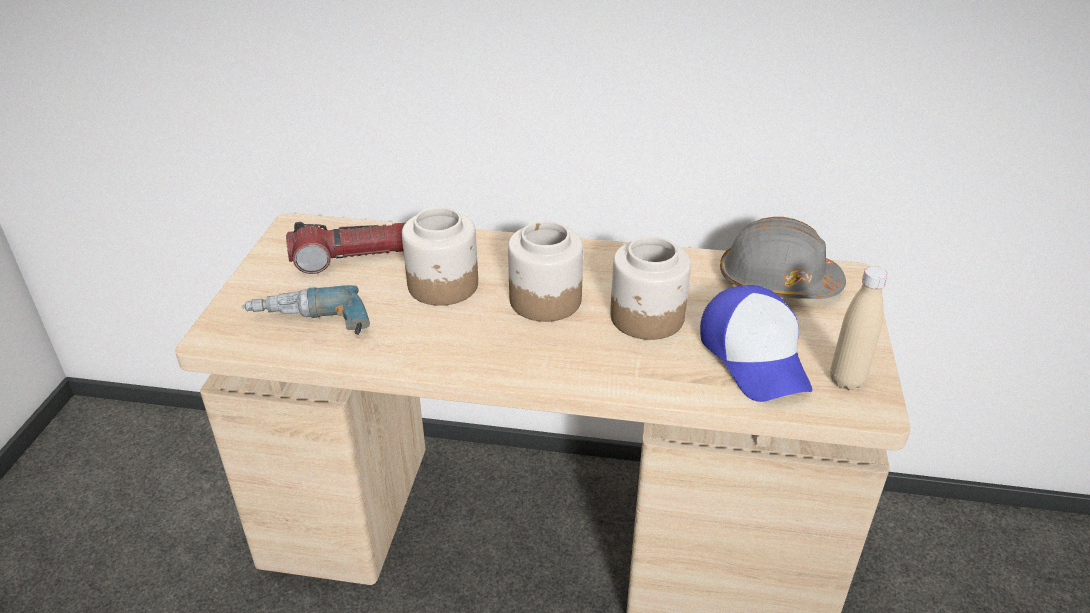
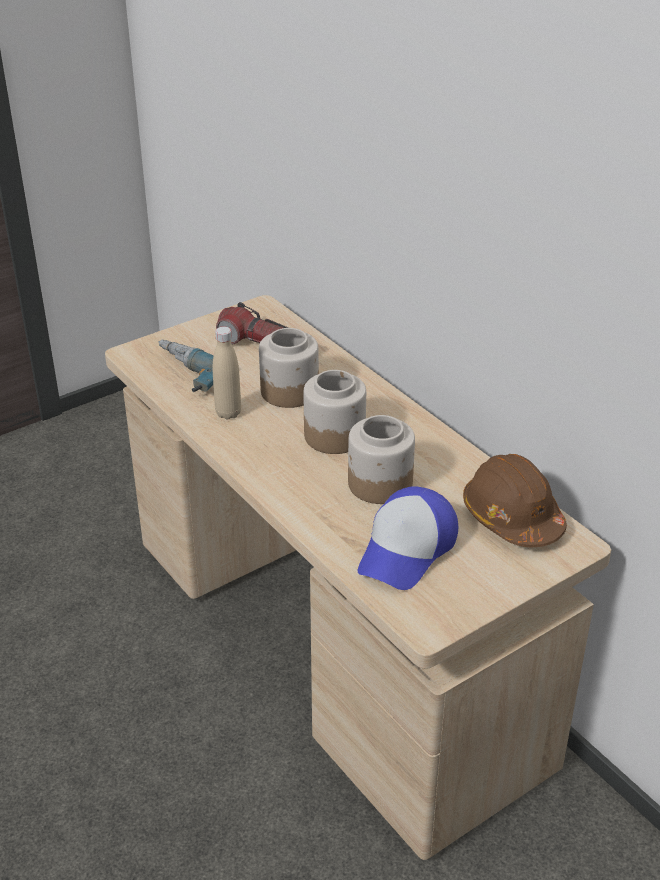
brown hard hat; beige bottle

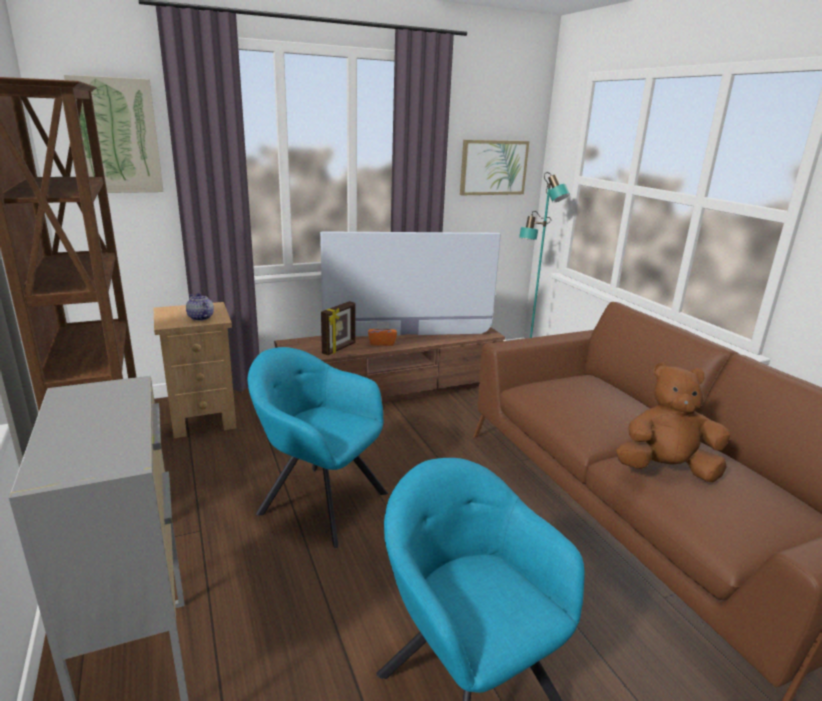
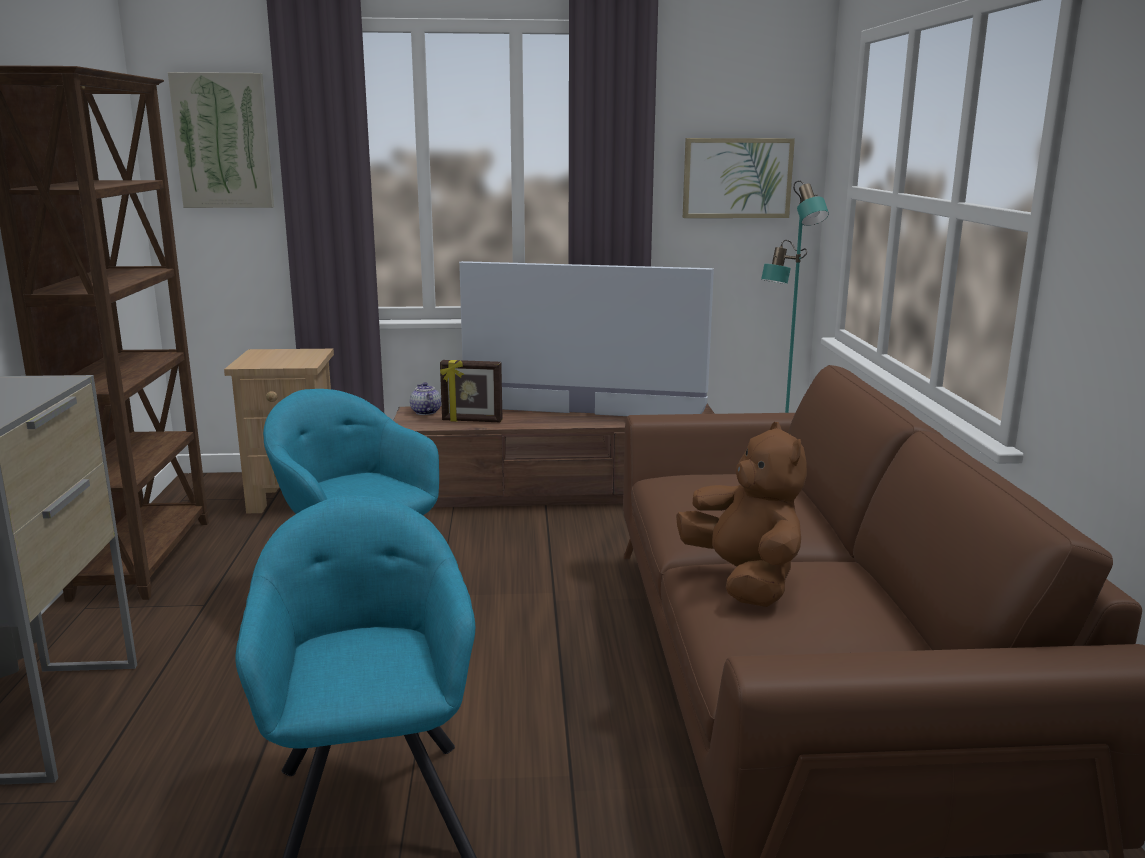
teapot; picture frame; orange tissue box; brown plush toy

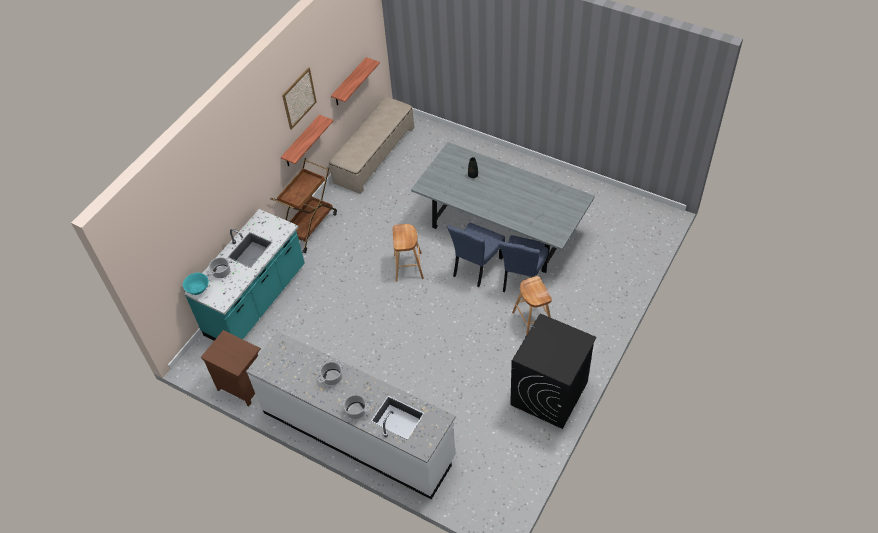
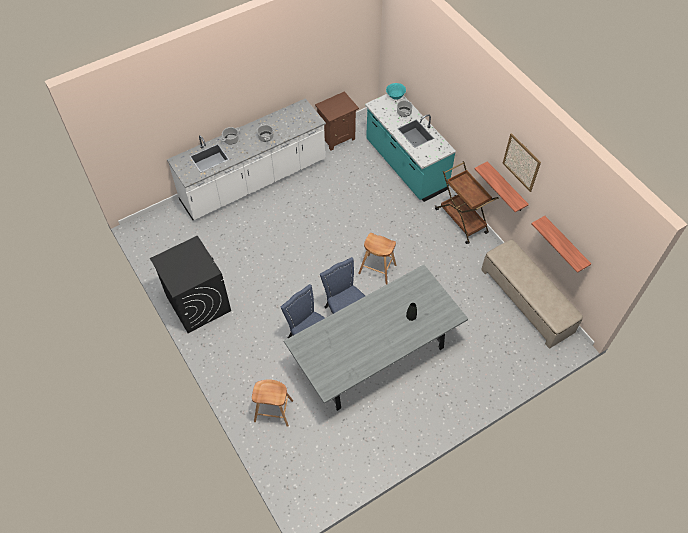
brown stool (1st from left)

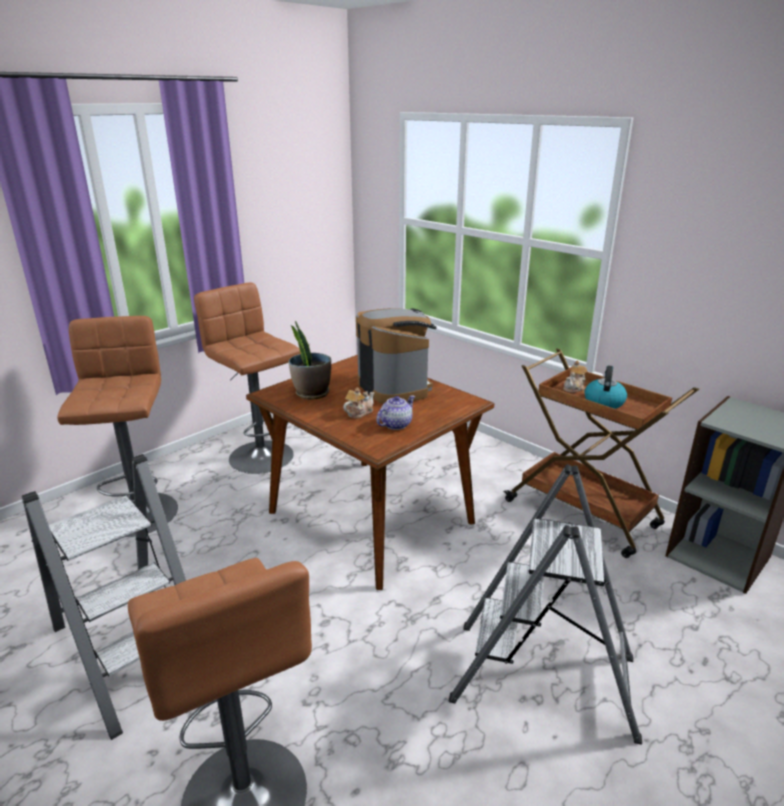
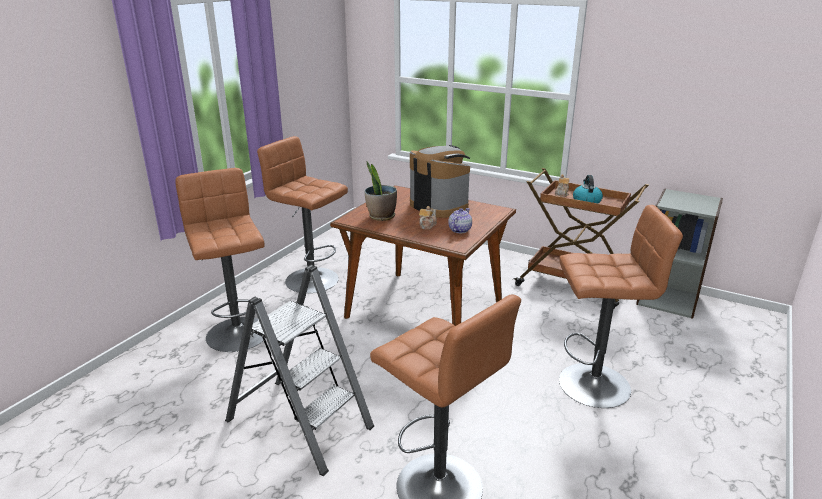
brown stool (4th from left)

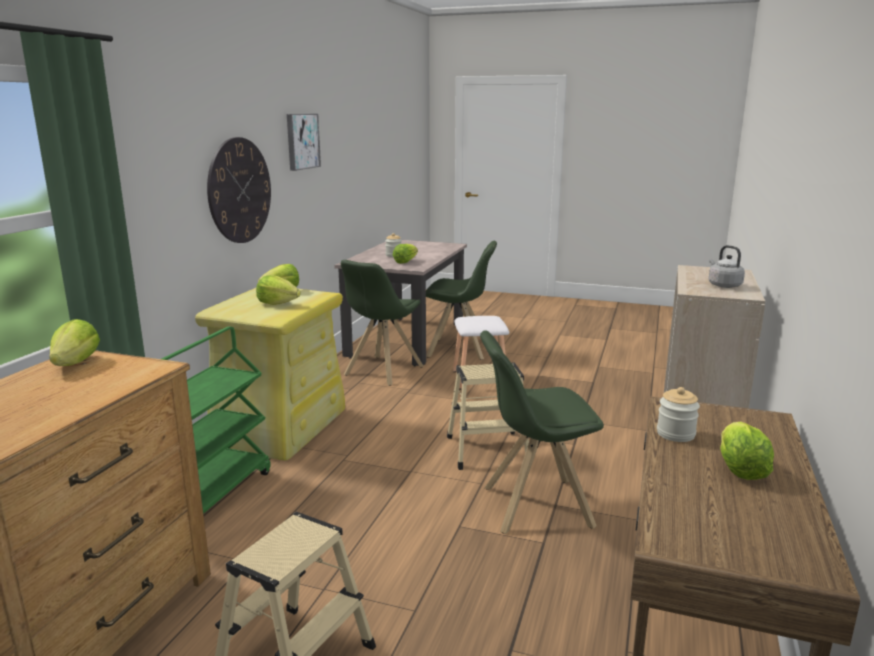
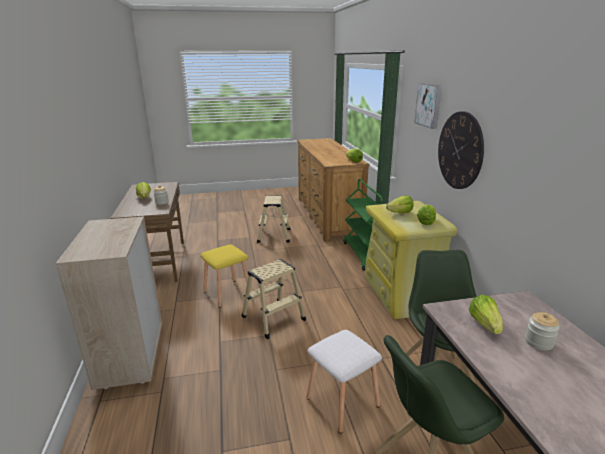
picture; yellow stool; grey kettle

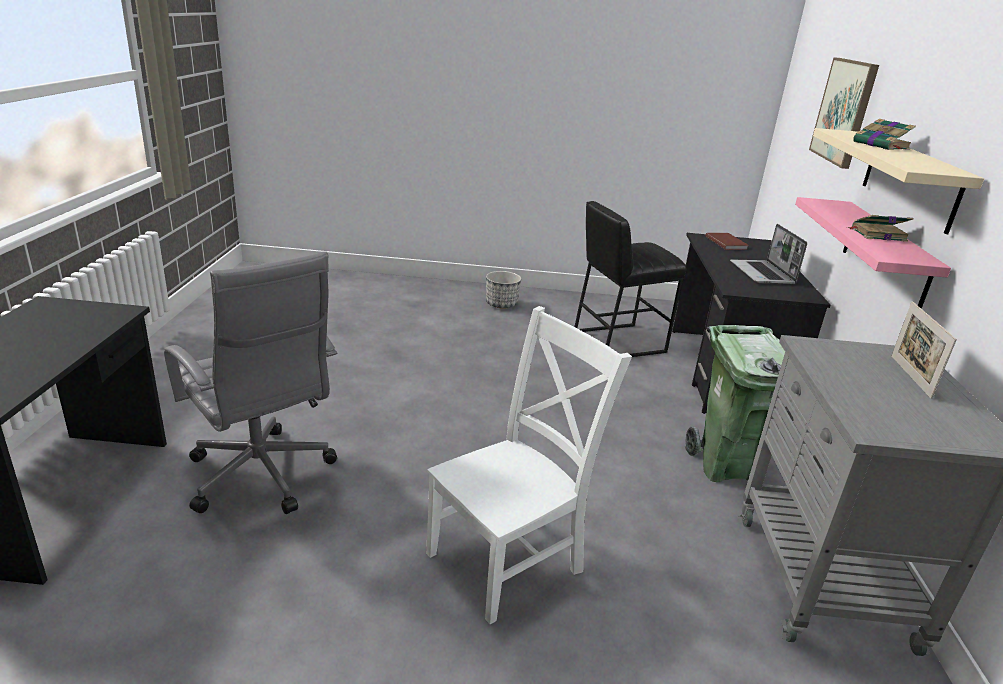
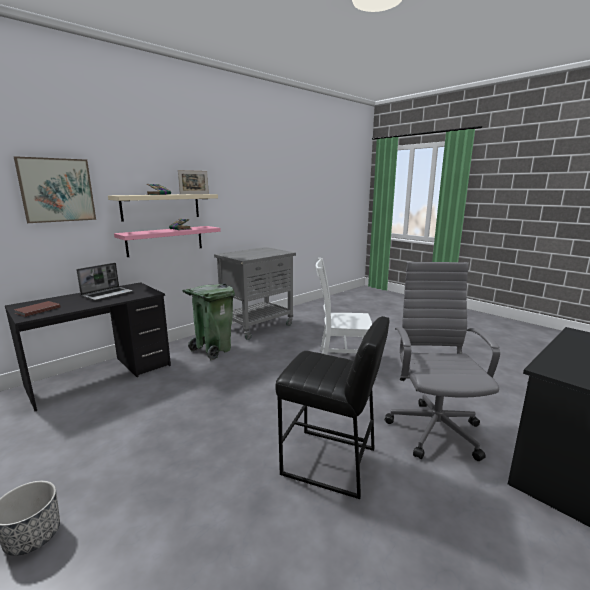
black stool; picture frame

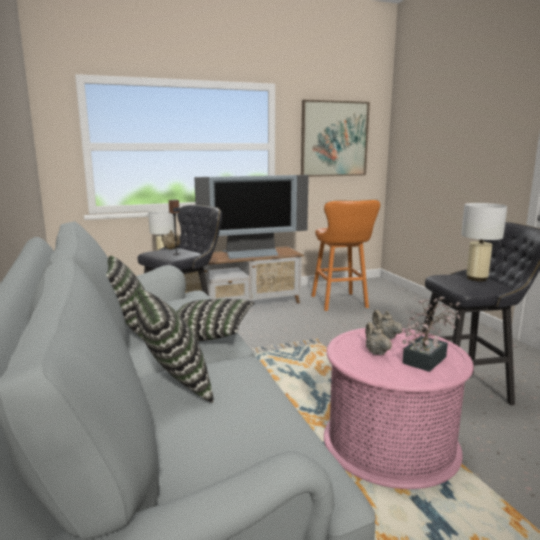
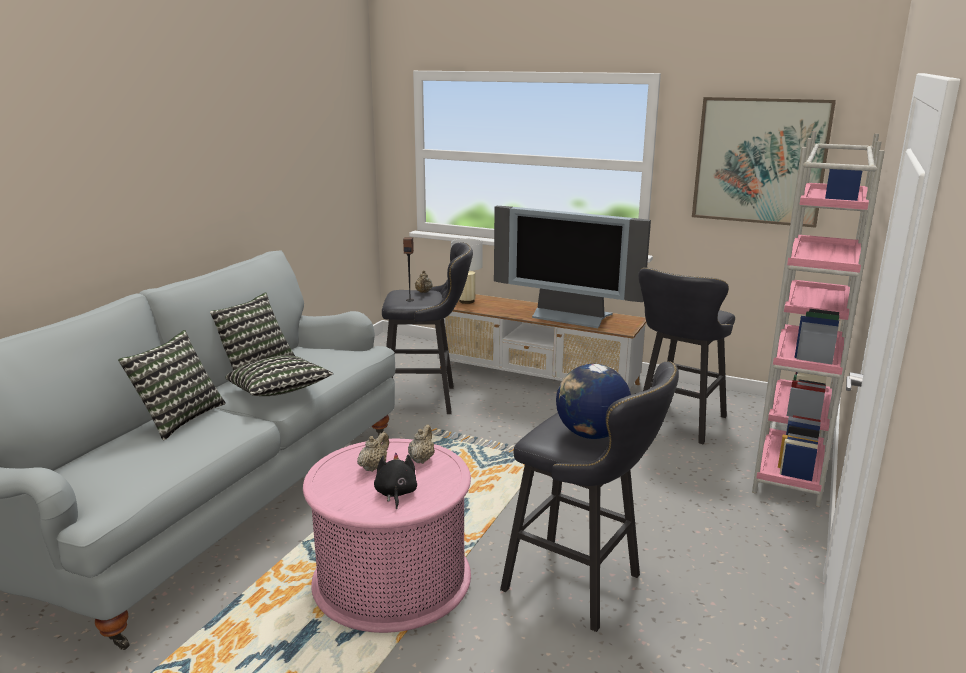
black stool (3rd from left); black plush toy; globe; pink bookcase

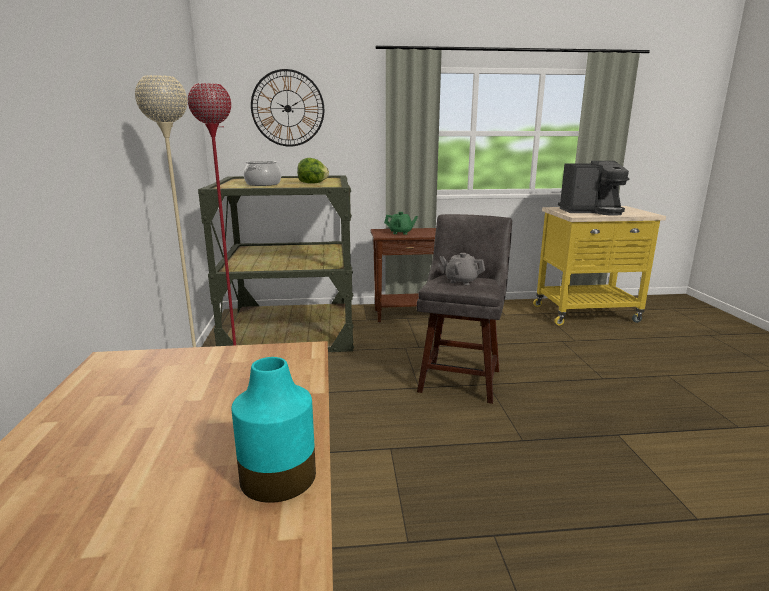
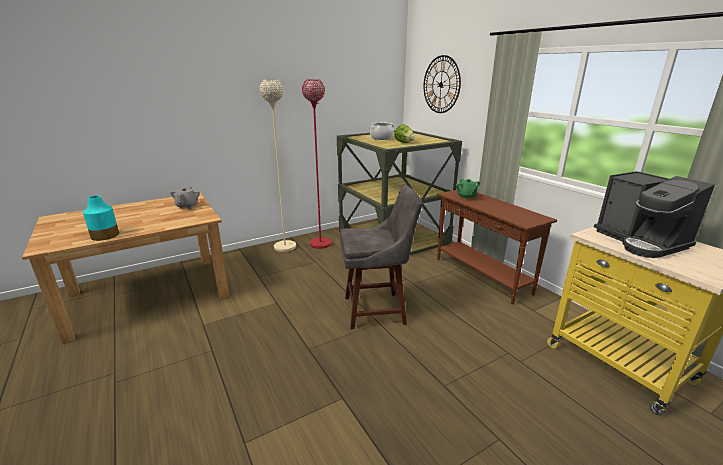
grey teapot

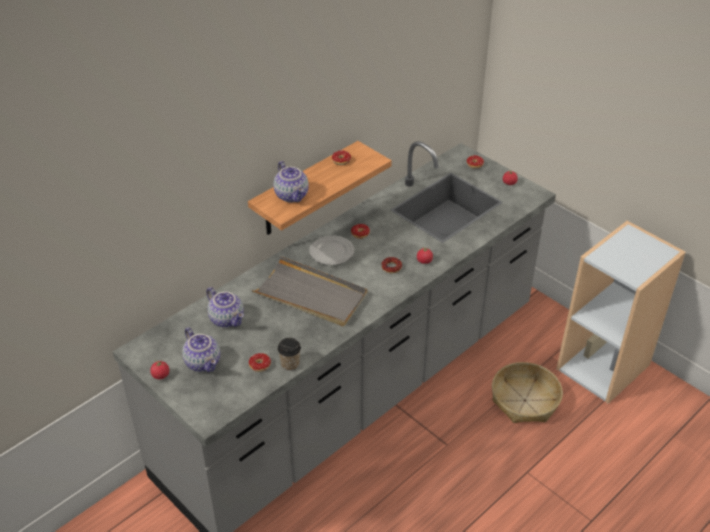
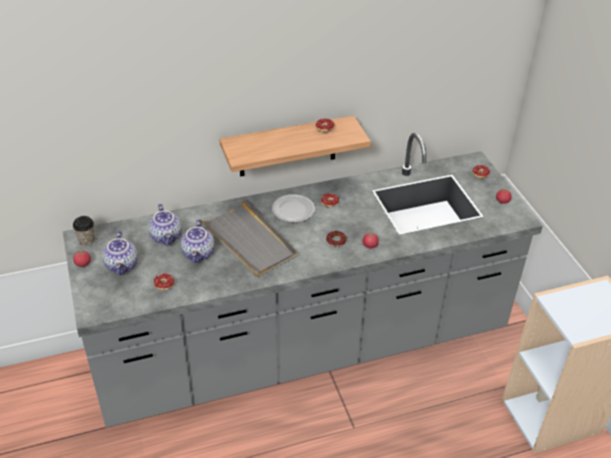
teapot (3rd from left); cup; basket

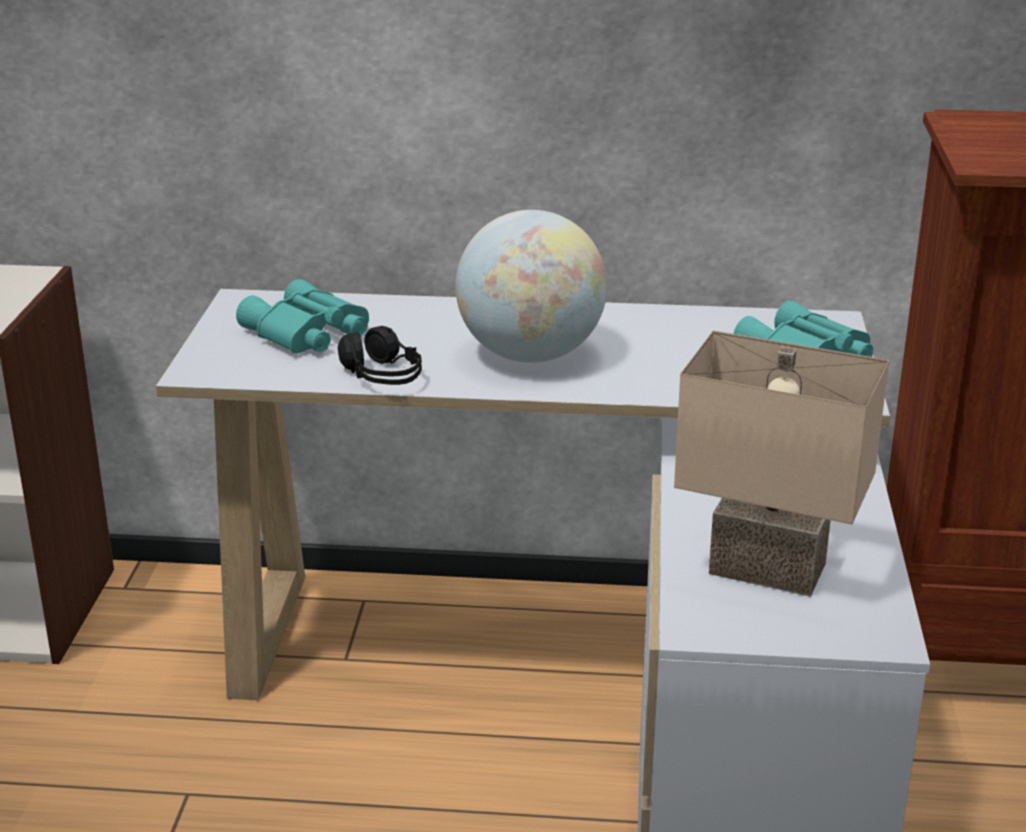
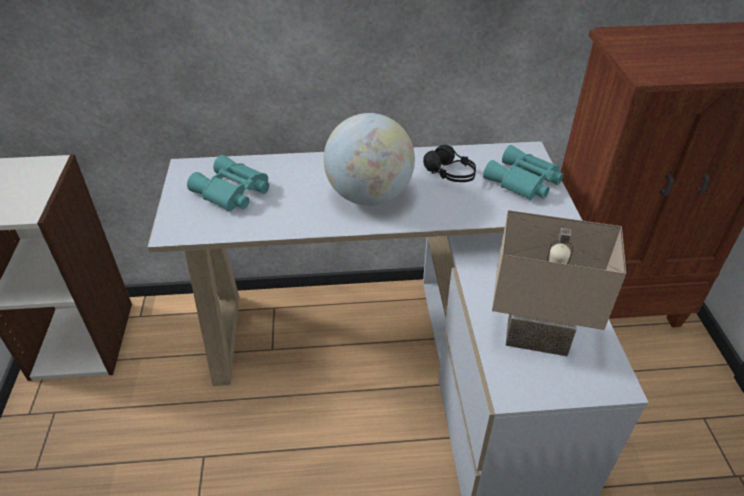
black headphones

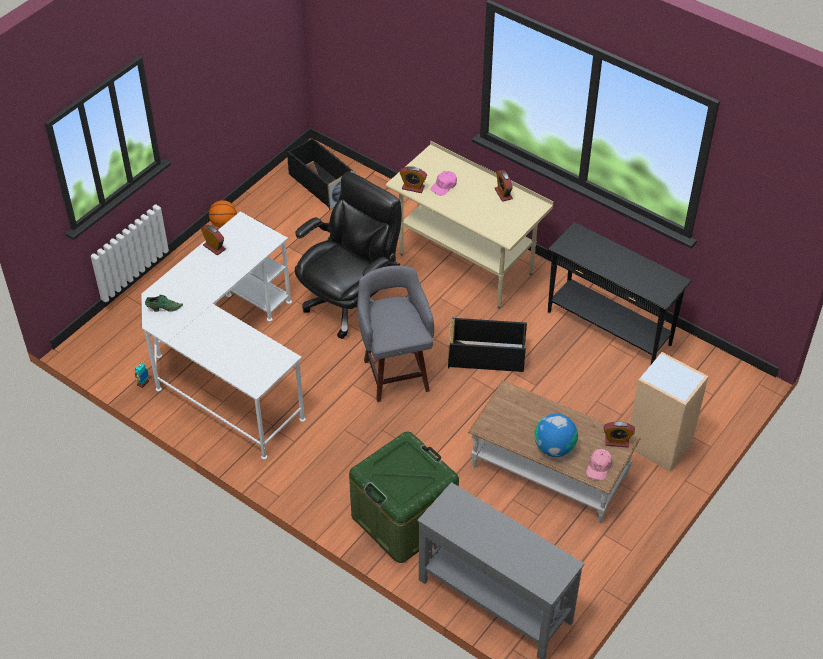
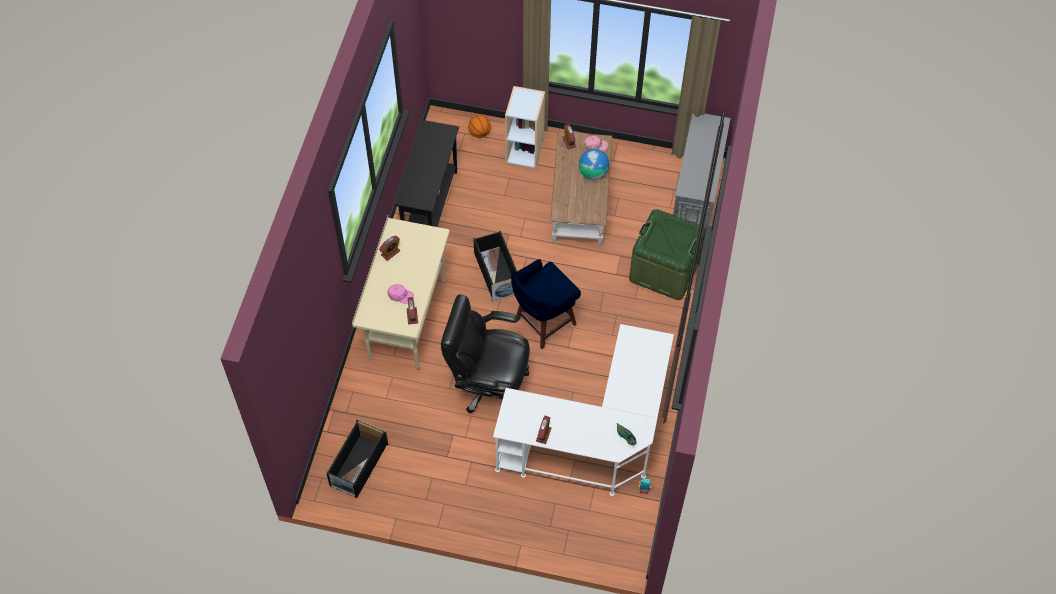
basketball; blue stool

